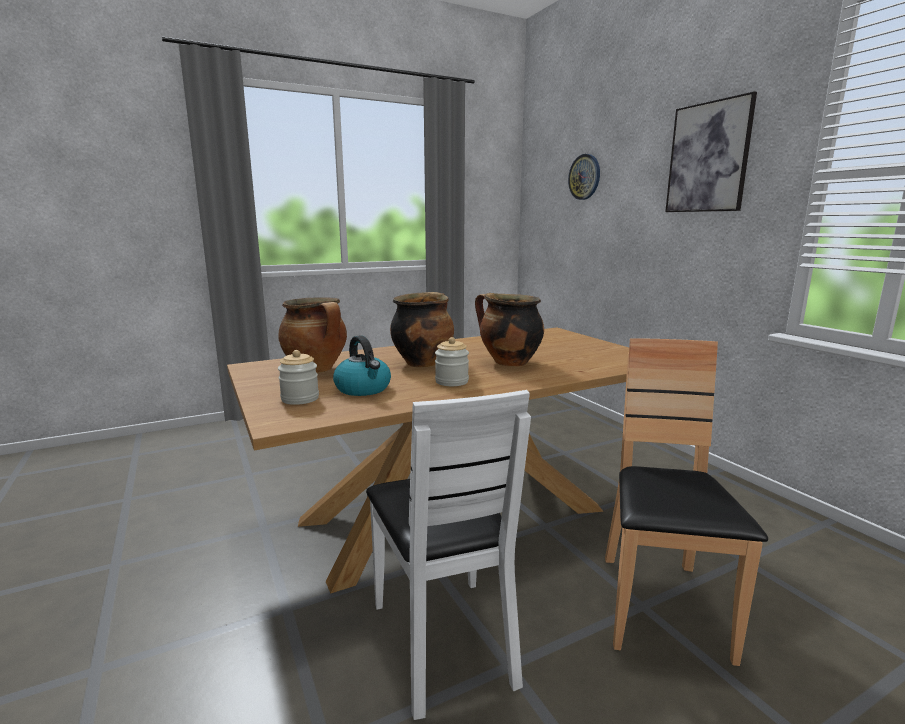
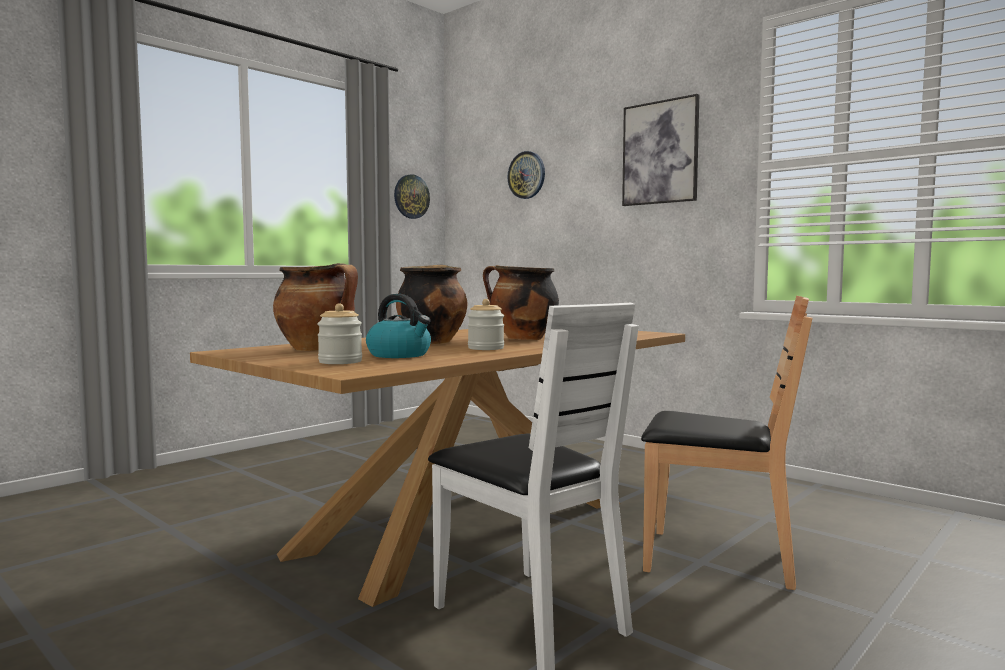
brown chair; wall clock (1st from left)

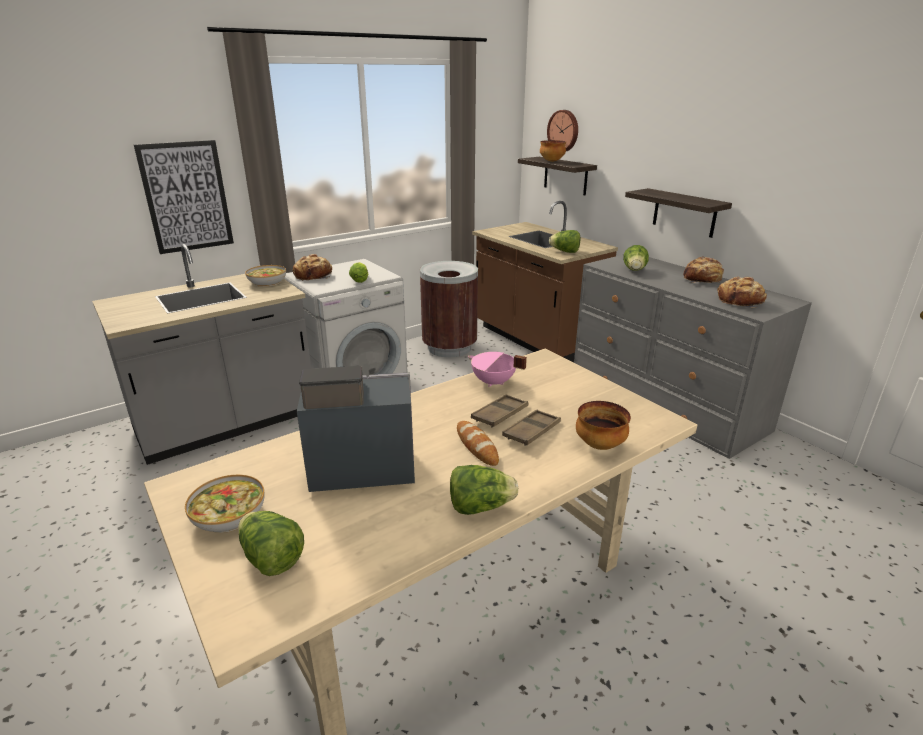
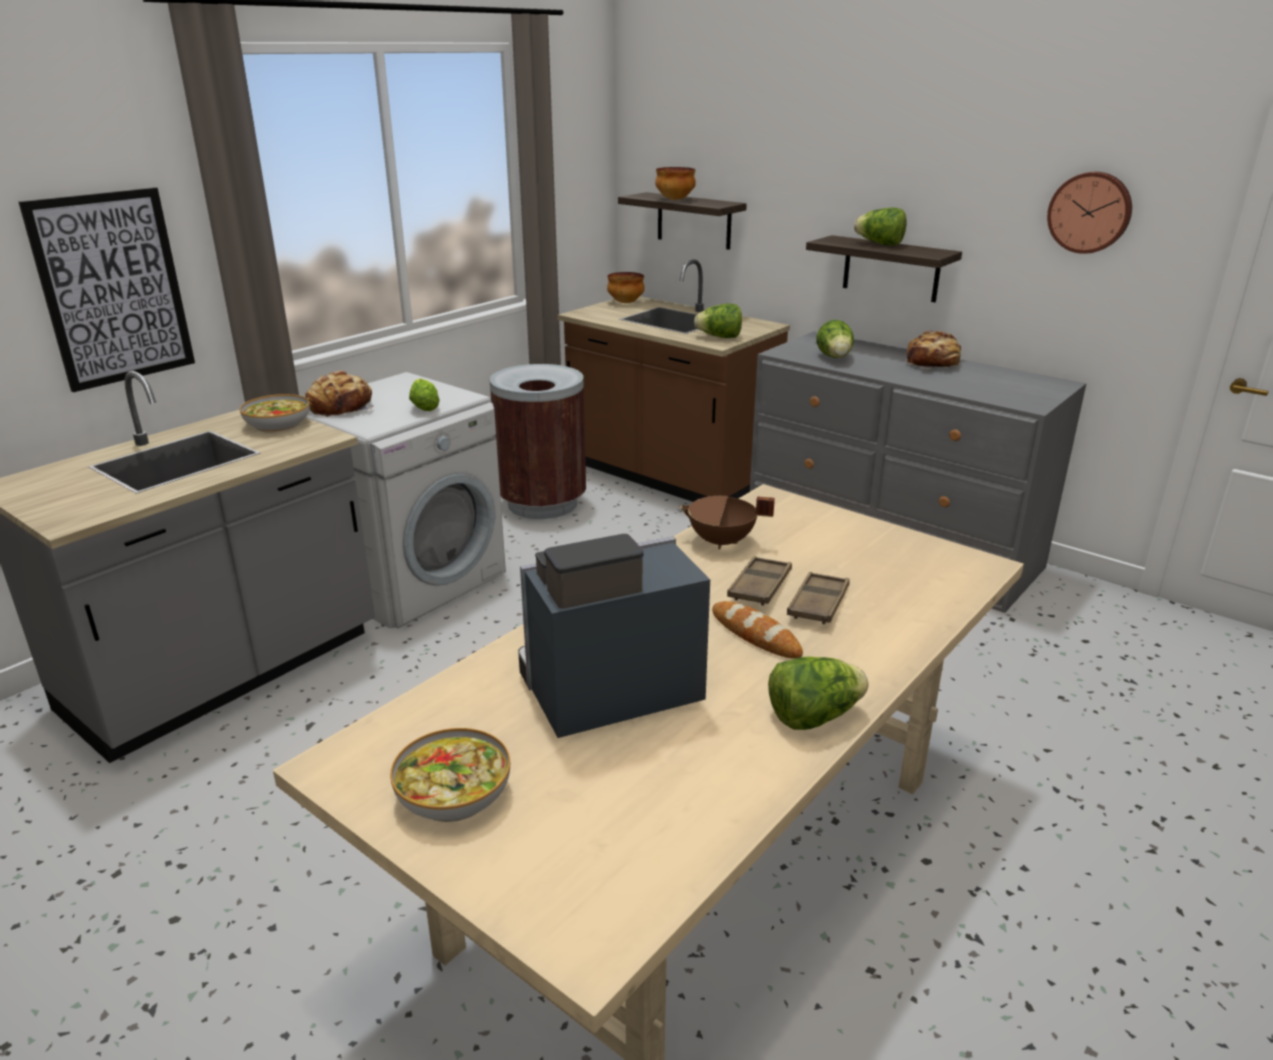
lettuce (5th from left); brown cooking pot; wall clock; bowl (3rd from left); bread (4th from left in the first image)

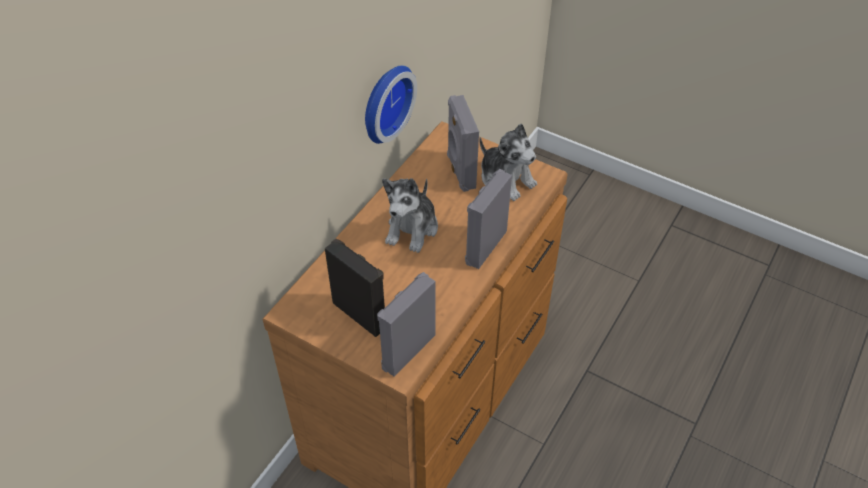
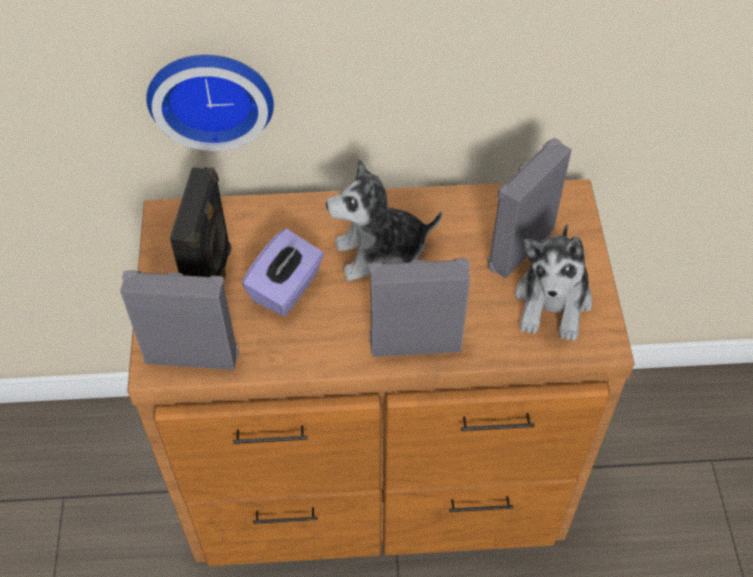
wall clock; purple tissue box

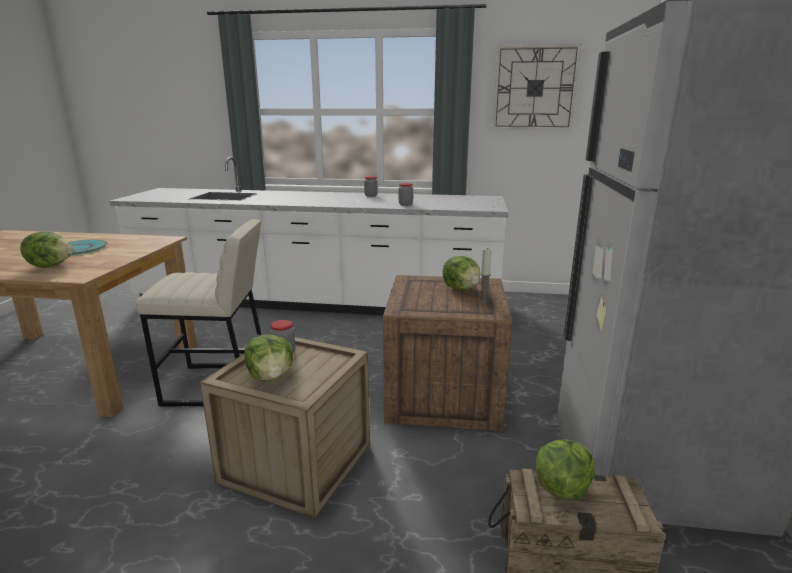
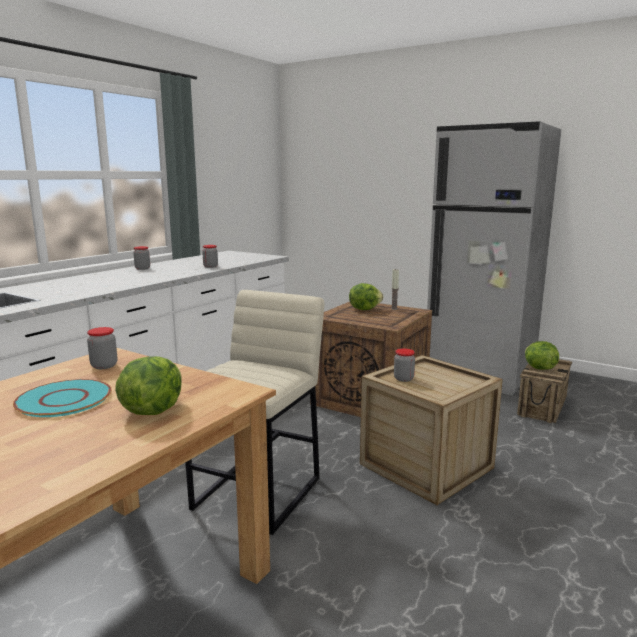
lettuce (2nd from left in the first image); wall clock; jar (1st from left)

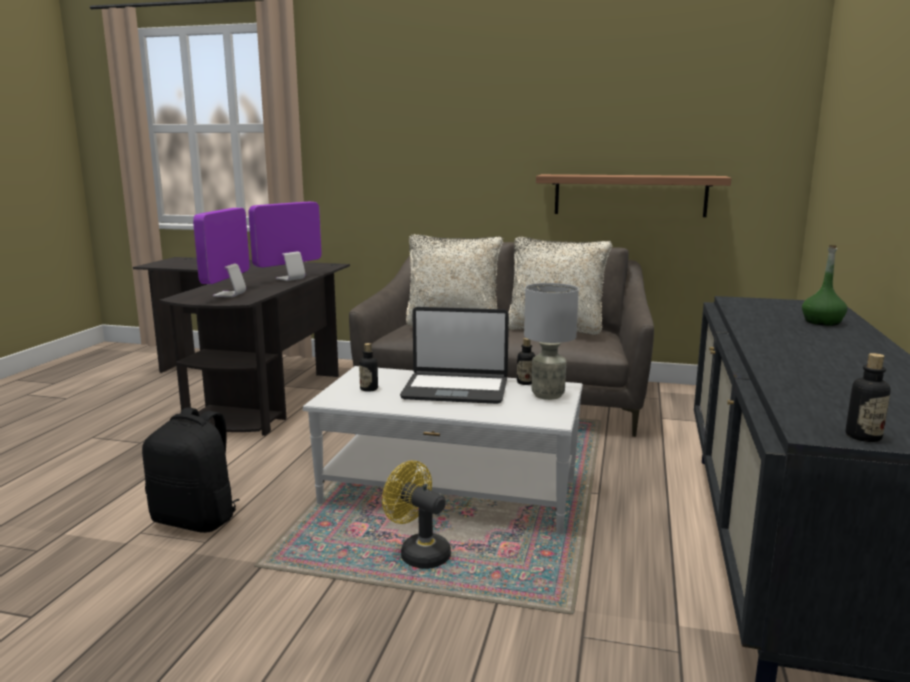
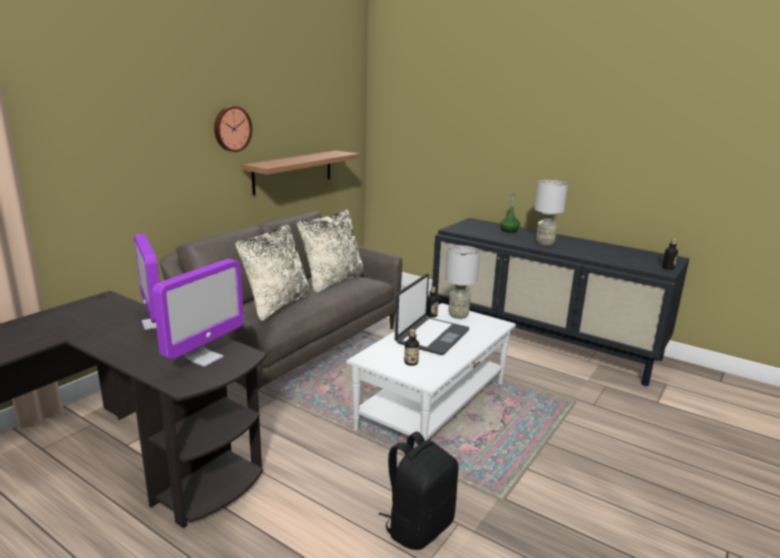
monitor (2nd from left); yellow fan; wall clock; grey table lamp (2nd from left)

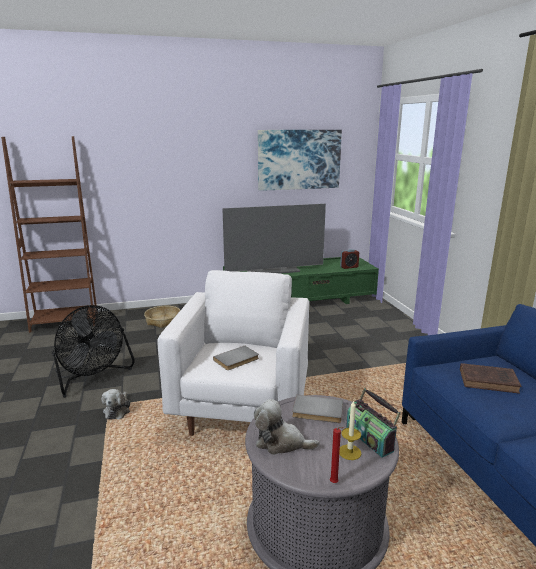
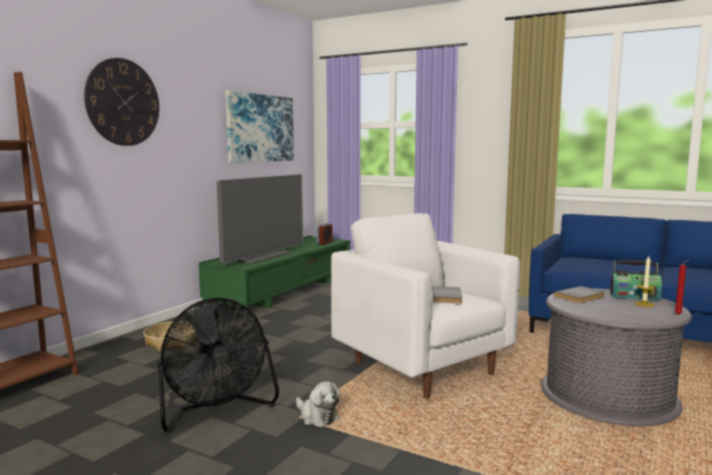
black fan; plush toy (2nd from left in the first image); brown book; wall clock

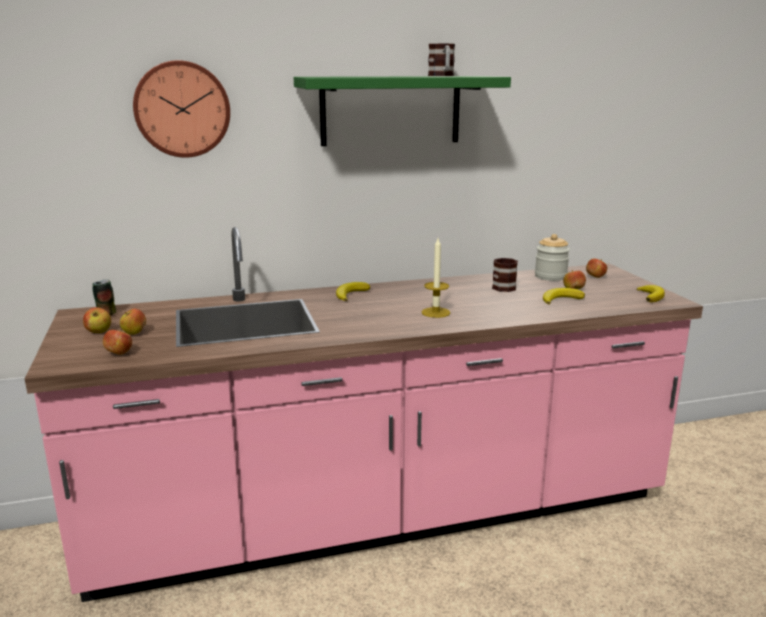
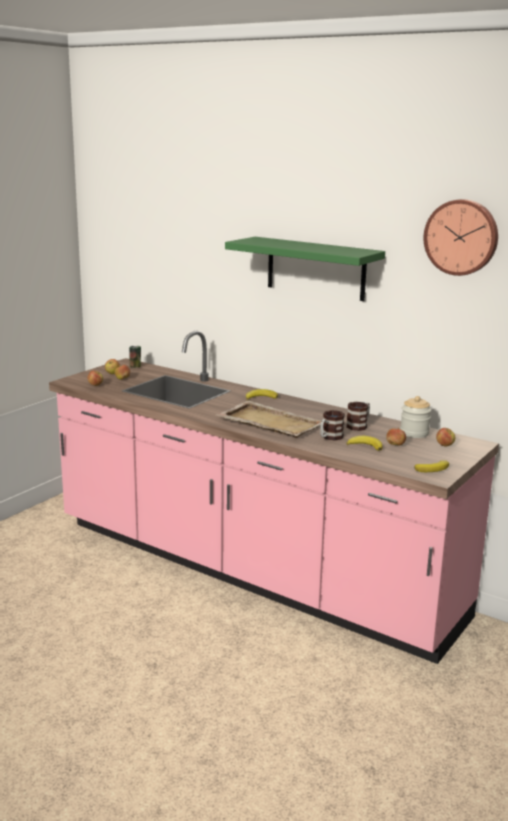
wall clock; beige tray; mug (1st from left)

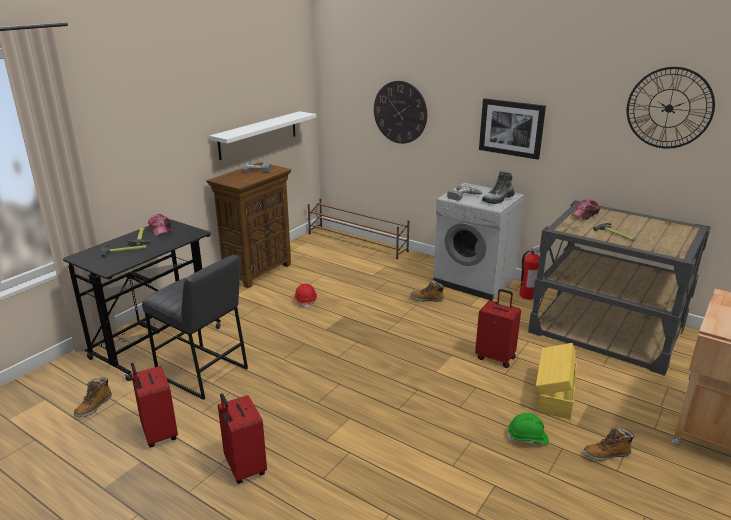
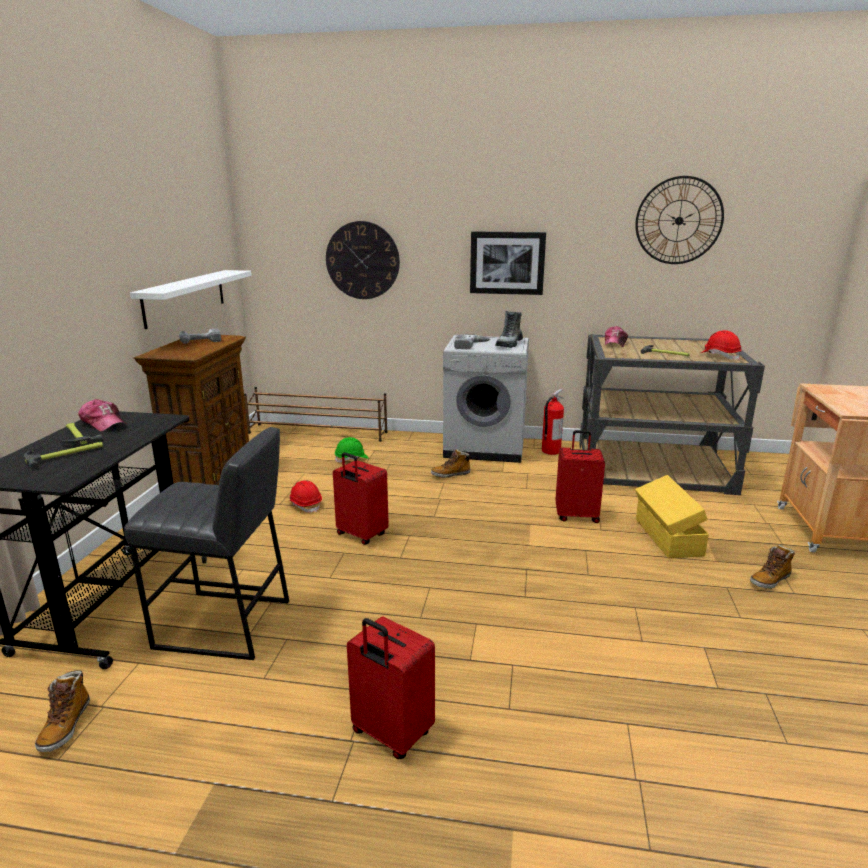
red suitcase (1st from left); green hard hat; red hard hat (2nd from left)

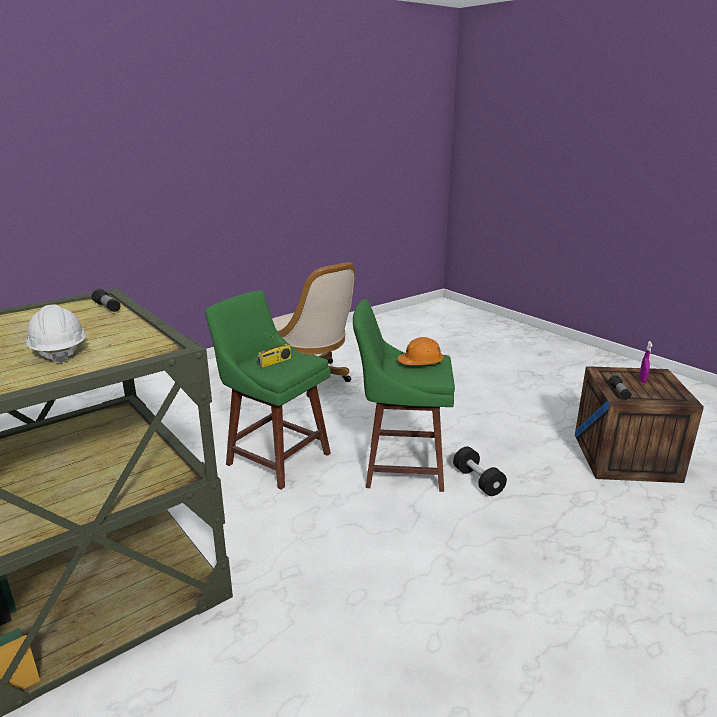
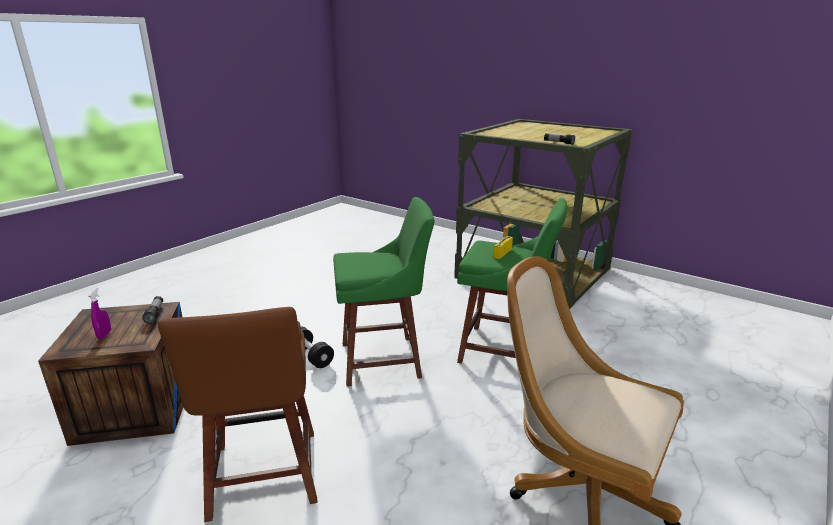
white hard hat; orange hard hat; brown stool

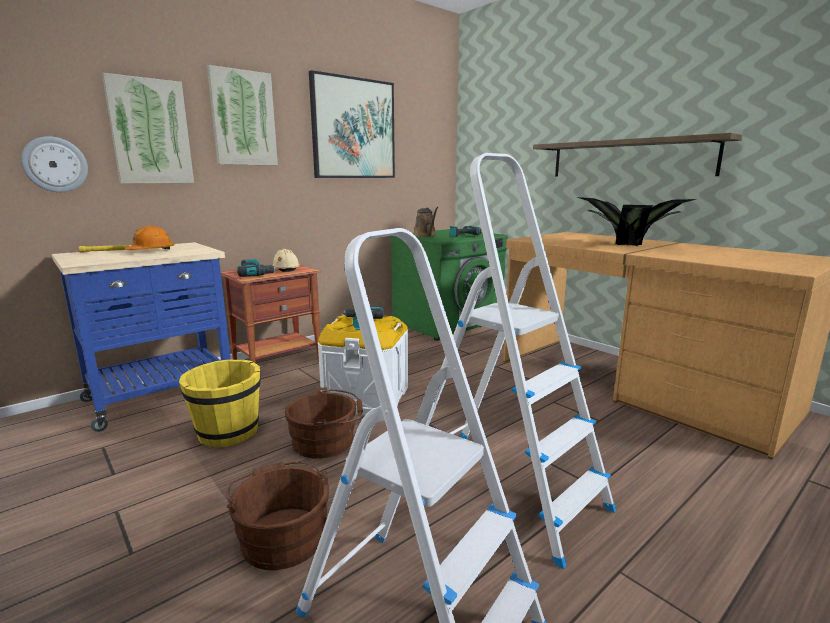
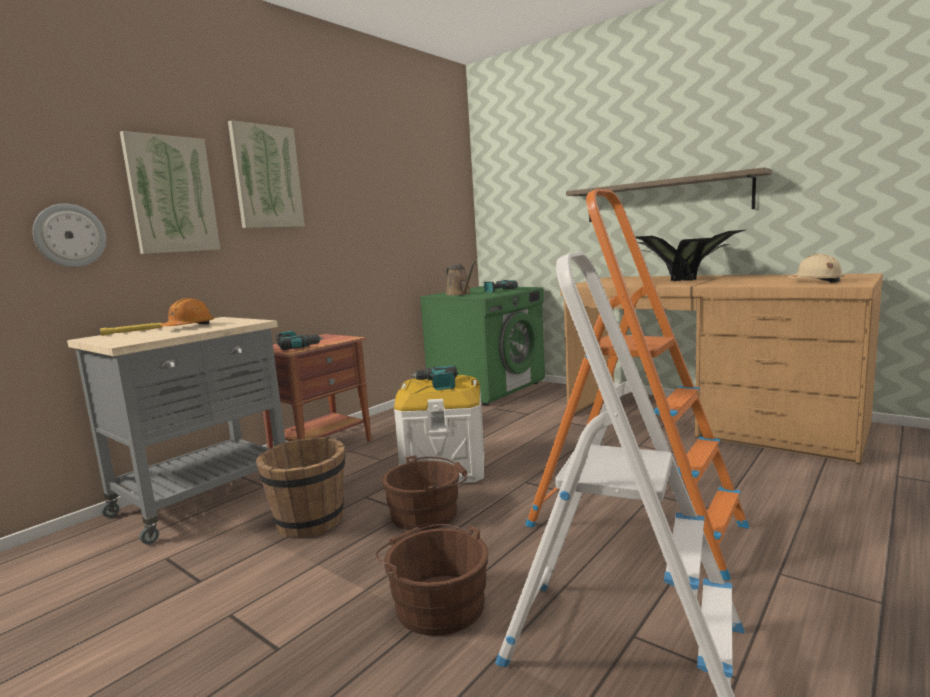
grey cart; brown bucket (1st from left); beige hard hat; picture (3rd from left in the first image); orange step ladder

